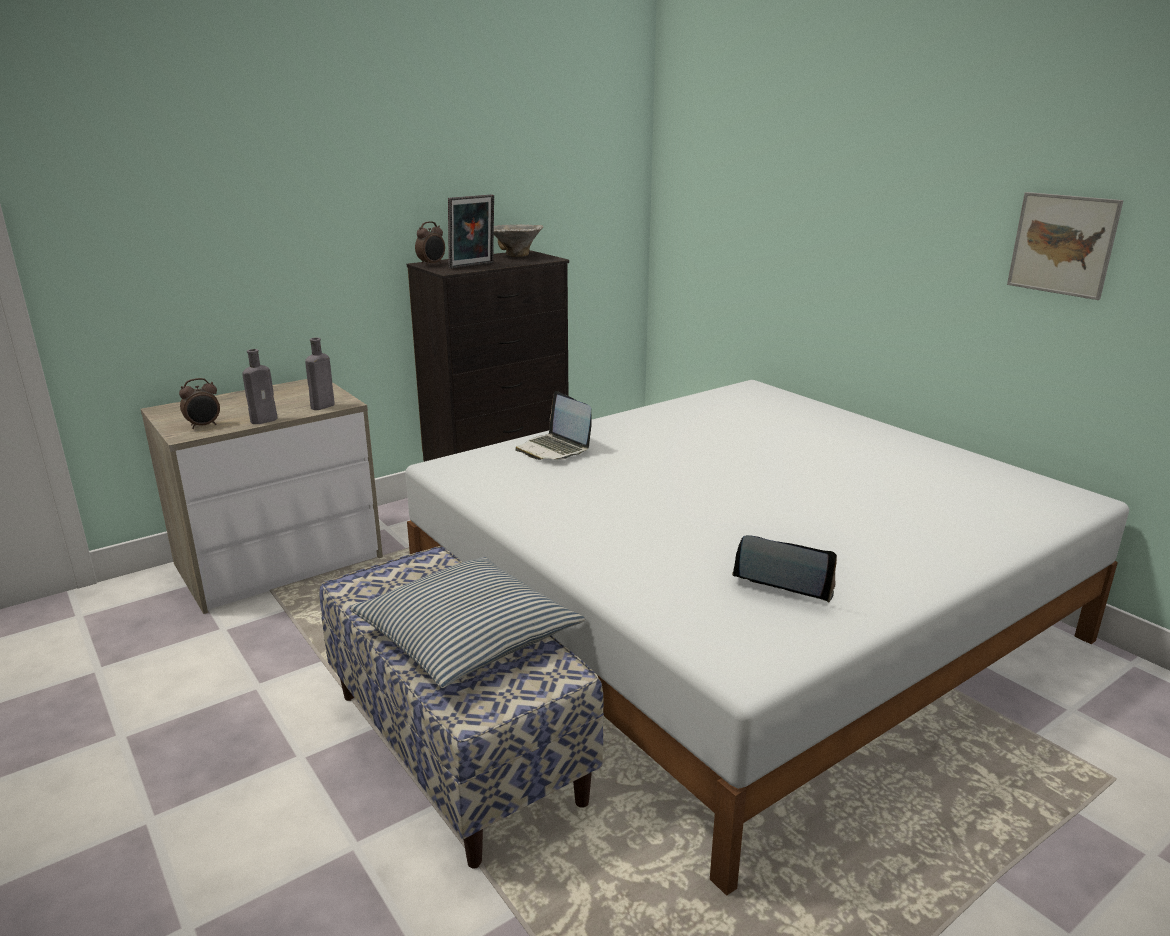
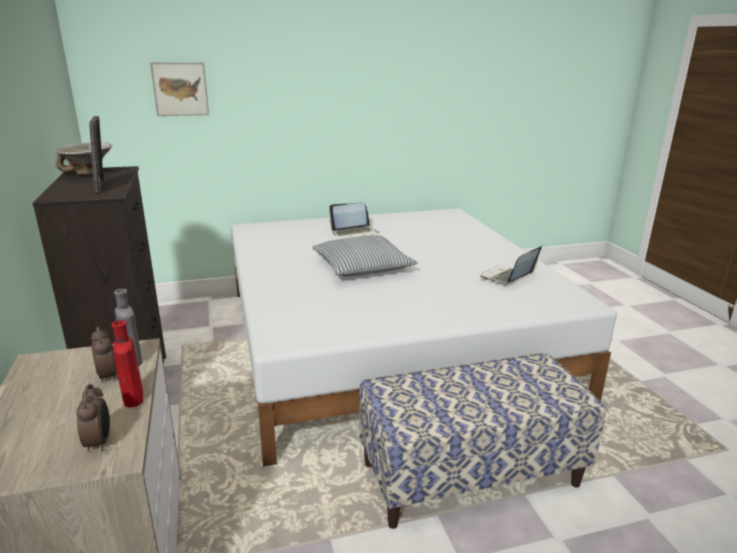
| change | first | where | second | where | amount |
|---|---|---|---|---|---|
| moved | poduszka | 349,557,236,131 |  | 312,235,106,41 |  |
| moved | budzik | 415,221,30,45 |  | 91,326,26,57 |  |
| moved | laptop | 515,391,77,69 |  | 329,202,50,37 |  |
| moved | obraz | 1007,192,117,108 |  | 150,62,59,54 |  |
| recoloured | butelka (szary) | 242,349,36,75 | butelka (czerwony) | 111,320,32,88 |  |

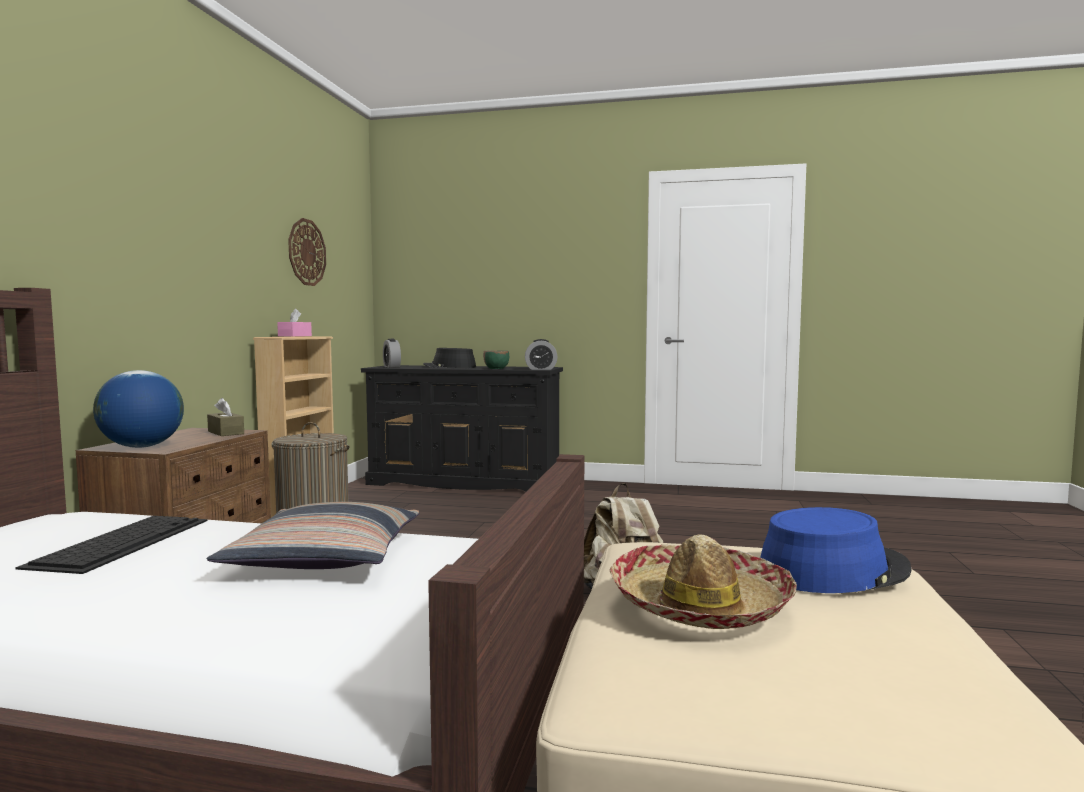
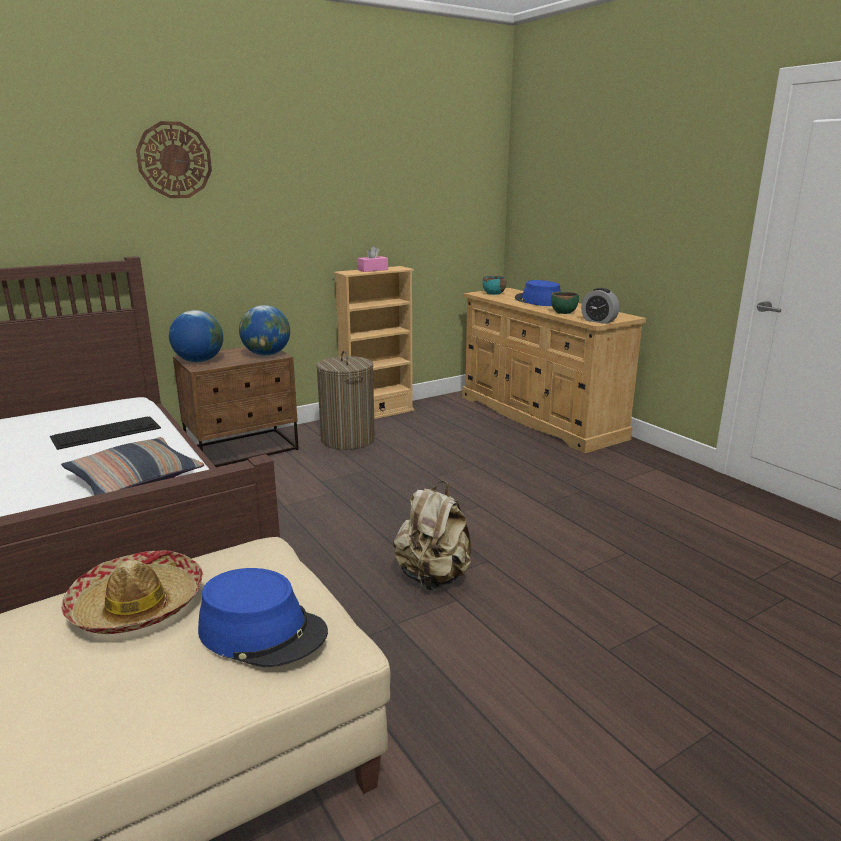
| change | first | where | second | where | amount |
|---|---|---|---|---|---|
| moved | zegar ścienny | 288,218,38,68 |  | 136,121,76,77 |  |
| replaced | pudełko chusteczek (brązowy) | 207,398,37,38 | globus | 239,305,51,51 |  |
| replaced | budzik | 383,339,18,29 | miska (turkusowy) | 482,276,24,19 |  |
| recoloured | komoda (czarny) | 361,365,202,127 | komoda (beżowy) | 462,288,184,166 |  |
| recoloured | kapelusz (czarny) | 423,348,53,20 | kapelusz (niebieski) | 515,280,46,26 |  |

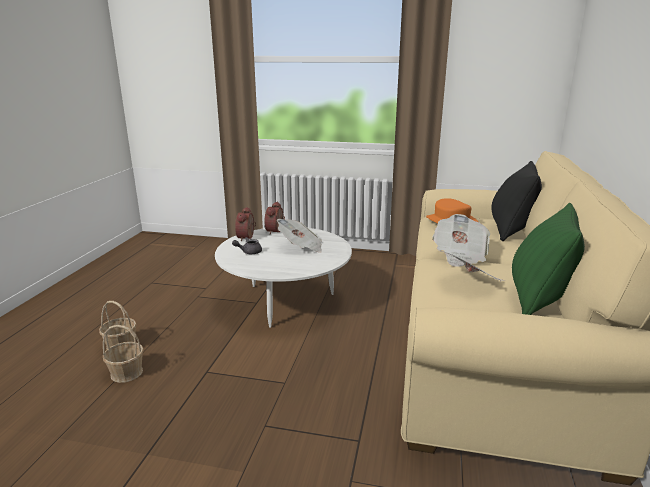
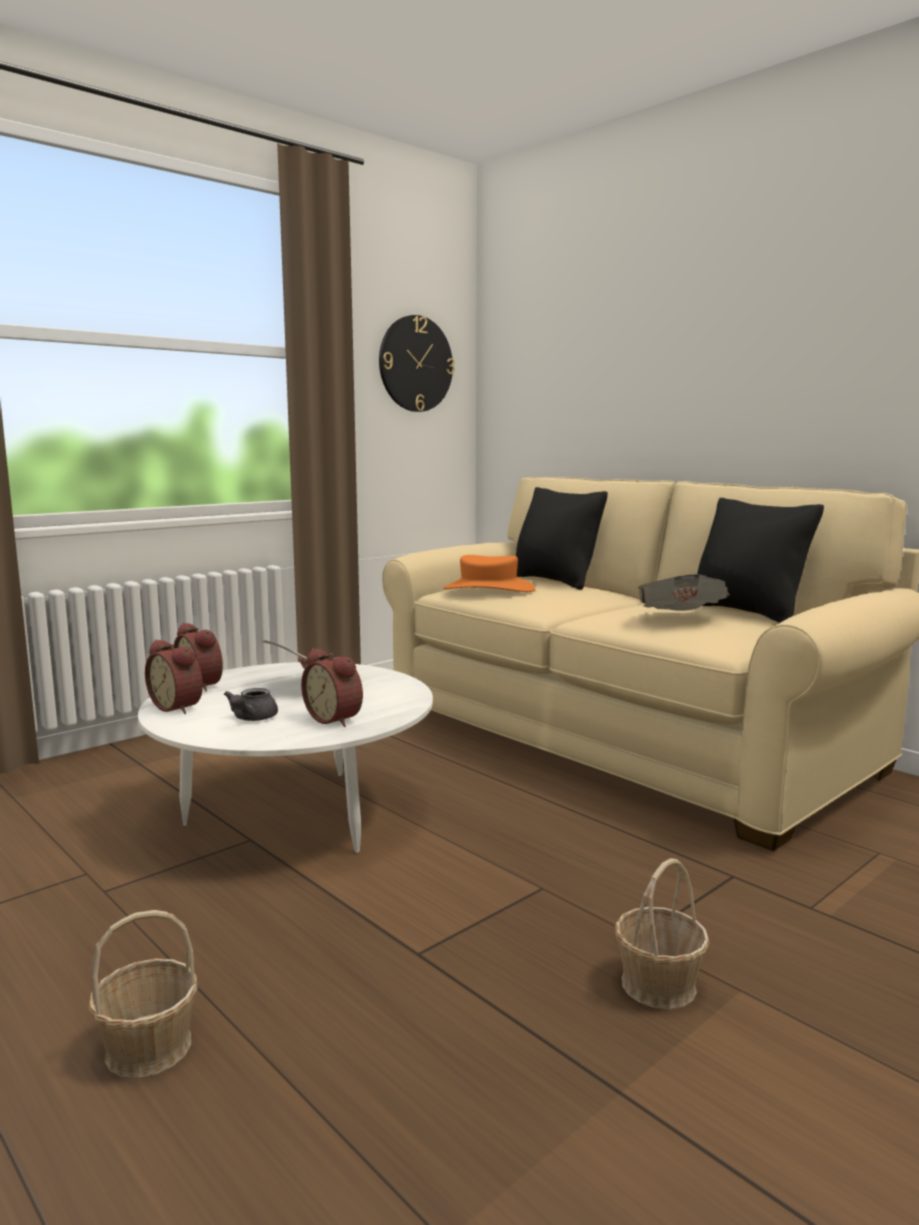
| change | first | where | second | where | amount |
|---|---|---|---|---|---|
| removed | gazeta | 432,214,58,53 |  |  |  |
| added |  |  | budzik | 301,648,62,79 |  |
| added |  |  | zegar ścienny | 379,315,76,97 |  |
| moved | koszyk | 103,325,41,58 |  | 615,858,94,151 |  |
| recoloured | poduszka (zielony) | 512,203,73,112 | poduszka (czarny) | 697,498,127,125 |  |

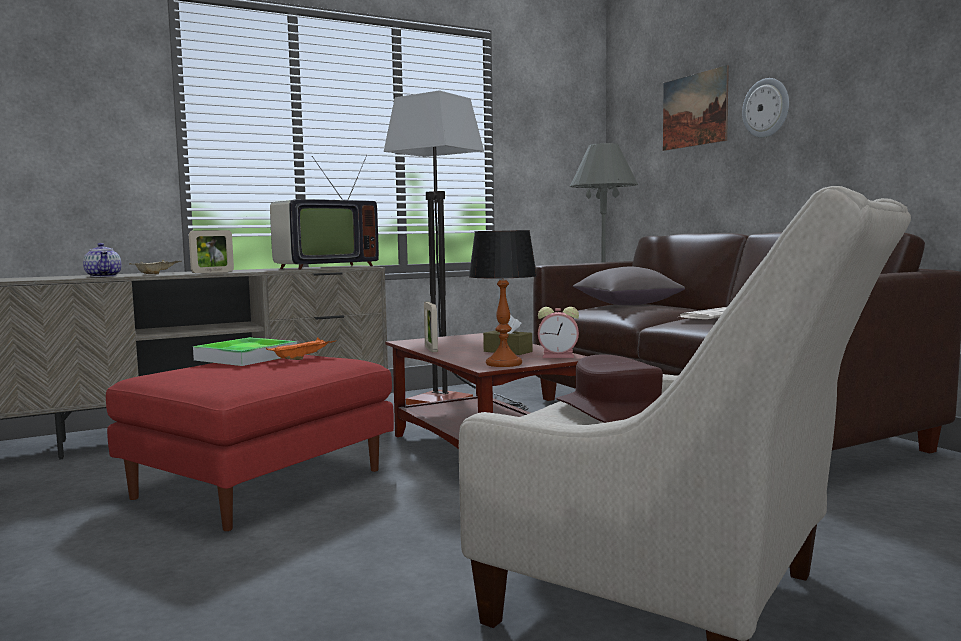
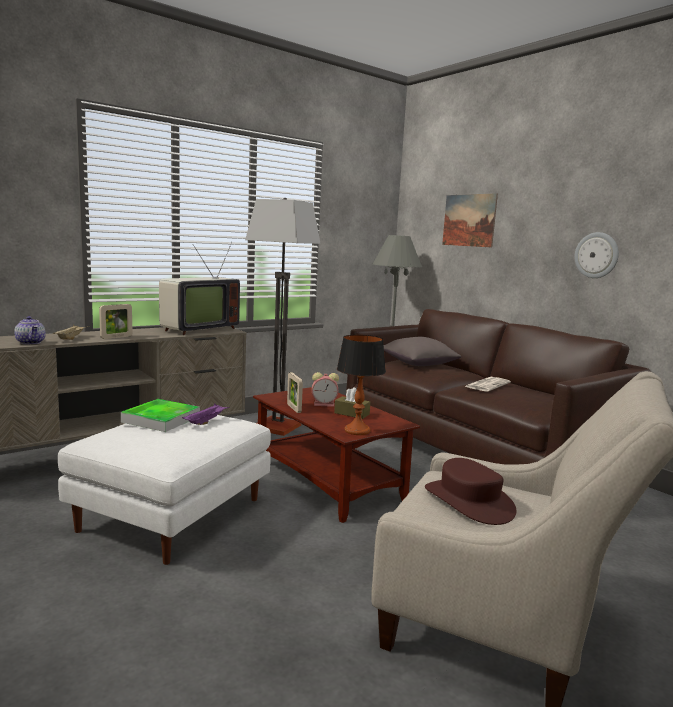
| change | first | where | second | where | amount |
|---|---|---|---|---|---|
| moved | budzik | 538,307,41,51 |  | 312,372,27,35 |  |
| moved | zegar ścienny | 742,78,47,60 |  | 574,232,45,46 |  |
| recoloured | pufa (czerwony) | 106,355,288,176 | pufa (biały) | 58,415,213,150 |  |
| recoloured | taca (pomarańczowy) | 266,337,70,23 | taca (fioletowy) | 182,403,48,22 |  |

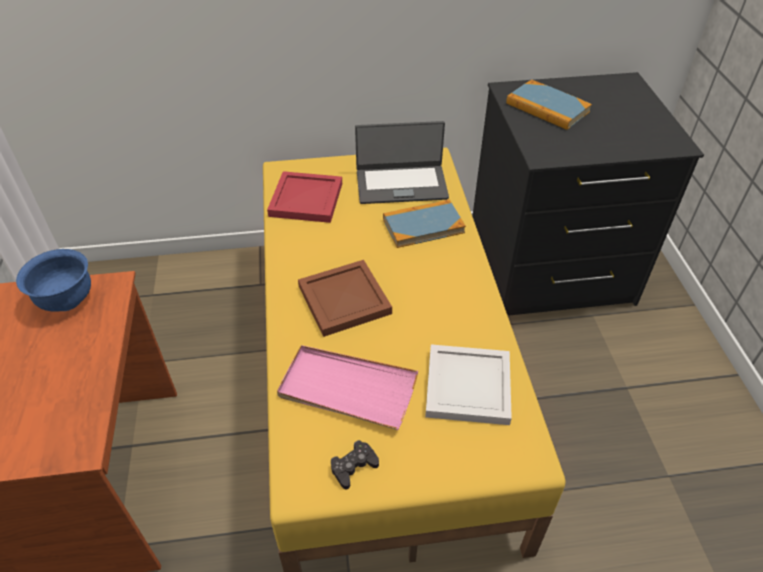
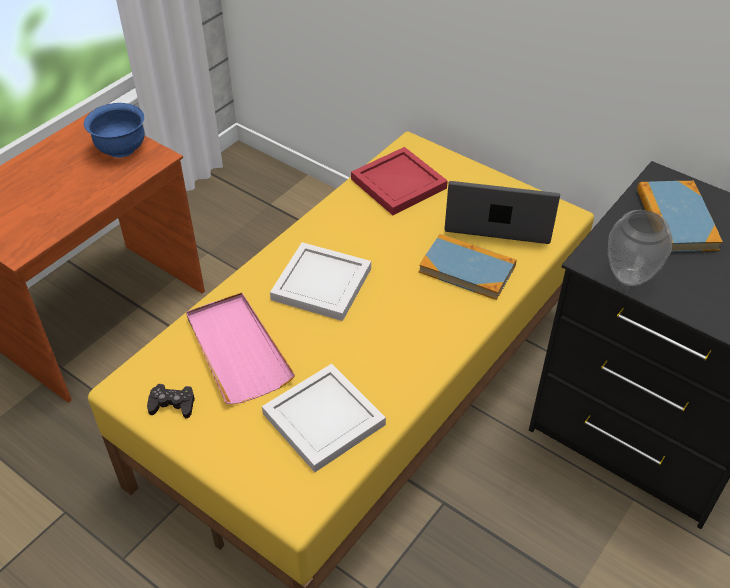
| change | first | where | second | where | amount |
|---|---|---|---|---|---|
| added |  |  | wazon | 608,210,64,76 |  |
| recoloured | taca (brązowy) | 298,260,94,77 | taca (biały) | 270,242,101,79 |  |
| turned | laptop | 355,121,94,83 |  | 444,181,116,63 | 150 degrees clockwise |

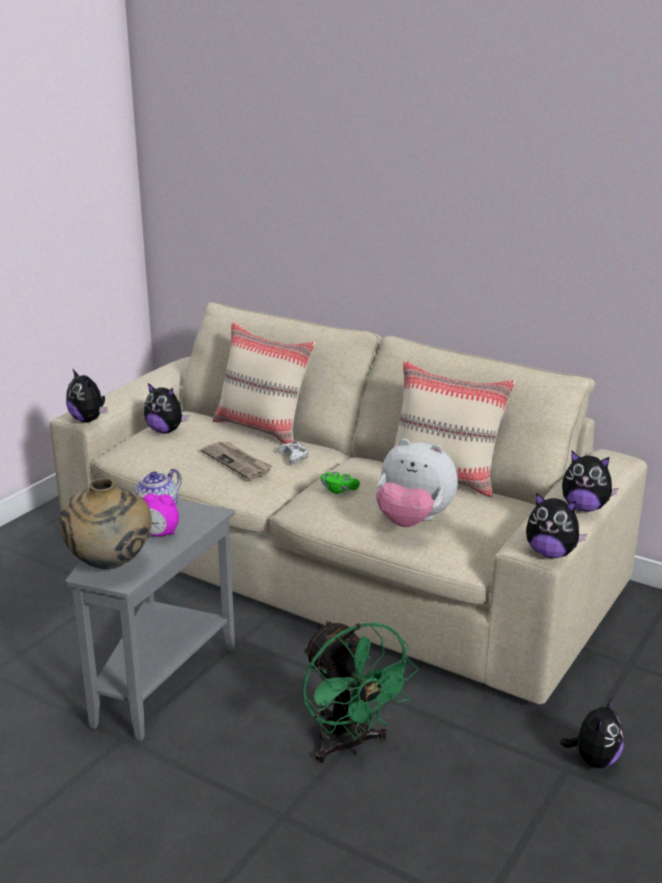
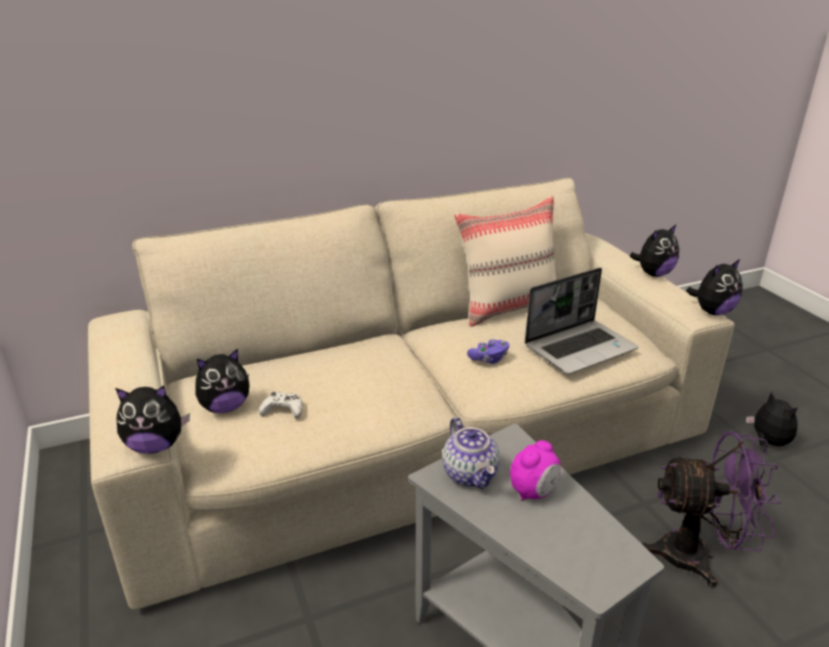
| change | first | where | second | where | amount |
|---|---|---|---|---|---|
| removed | wazon (beżowy) | 60,478,92,91 |  |  |  |
| removed | gazeta | 201,442,72,38 |  |  |  |
| removed | poduszka (beżowy) | 213,322,102,122 |  |  |  |
| moved | pad do gier (biały) | 277,441,31,23 |  | 259,392,43,27 |  |
| replaced | pluszak | 376,438,82,89 | laptop | 525,268,113,106 |  |
| recoloured | wentylator (zielony) | 302,620,116,143 | wentylator (fioletowy) | 641,431,140,157 |  |
| recoloured | pad do gier (zielony) | 320,472,40,22 | pad do gier (fioletowy) | 467,339,42,25 |  |

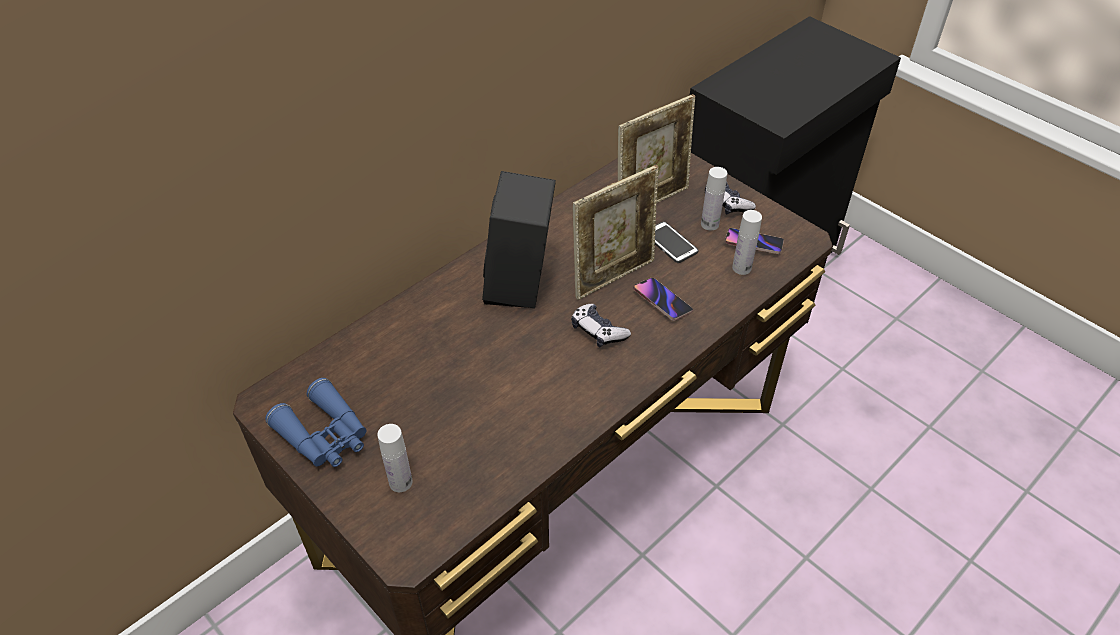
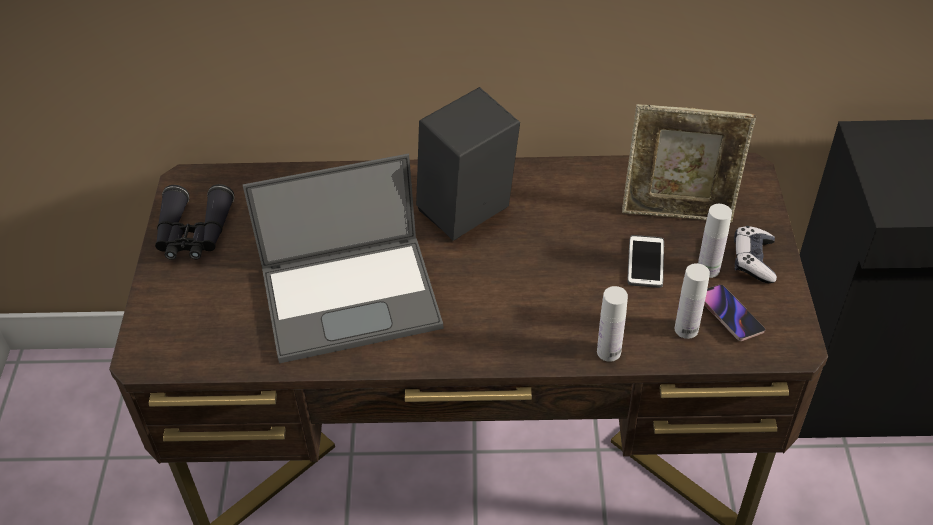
| change | first | where | second | where | amount |
|---|---|---|---|---|---|
| removed | pad do gier | 571,304,60,43 |  |  |  |
| removed | ramka na zdjęcie | 573,165,86,135 |  |  |  |
| removed | telefon | 634,278,59,43 |  |  |  |
| added |  |  | laptop | 243,154,201,209 |  |
| moved | butelka (biały) | 377,424,36,68 |  | 597,286,31,76 |  |
| recoloured | lornetka (niebieski) | 265,378,102,89 | lornetka (czarny) | 155,184,79,76 |  |

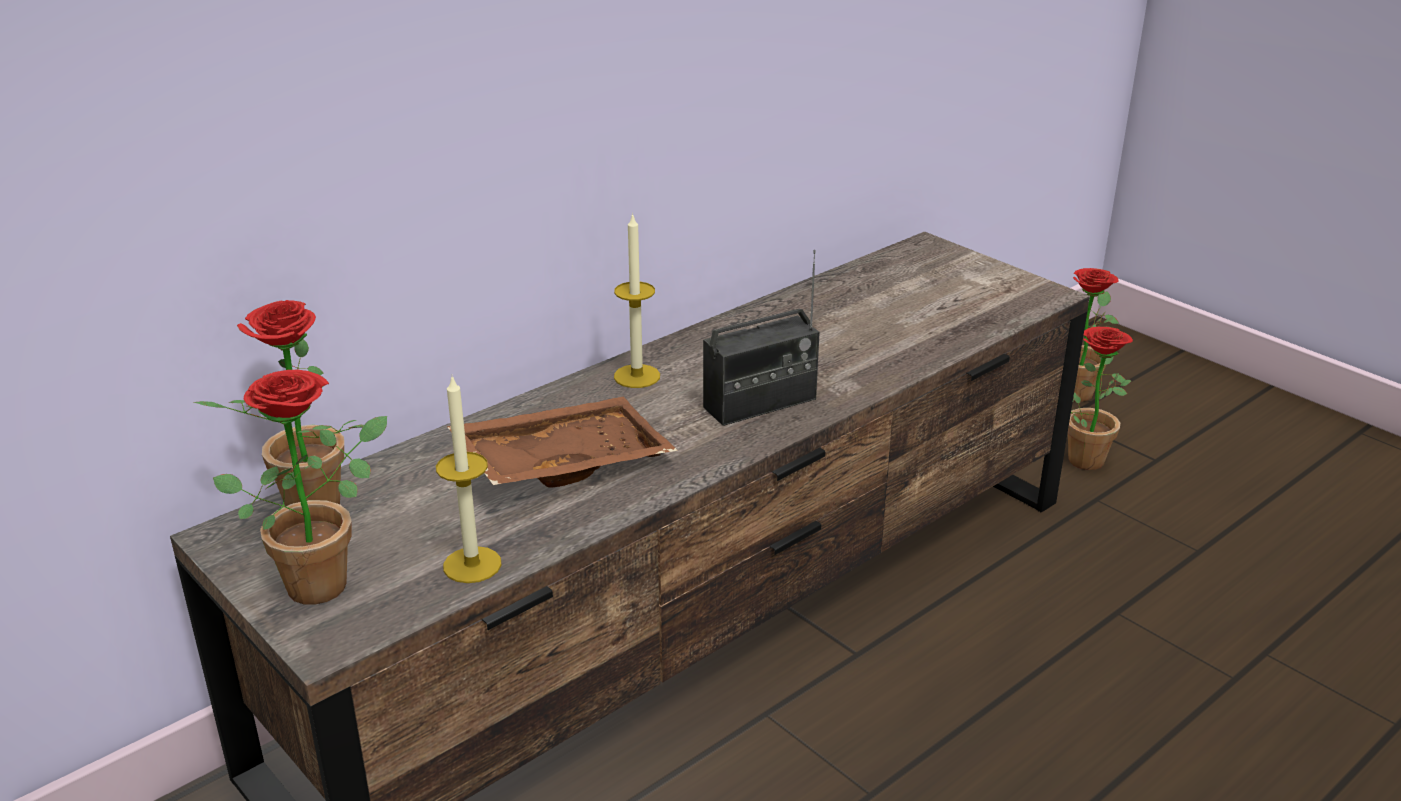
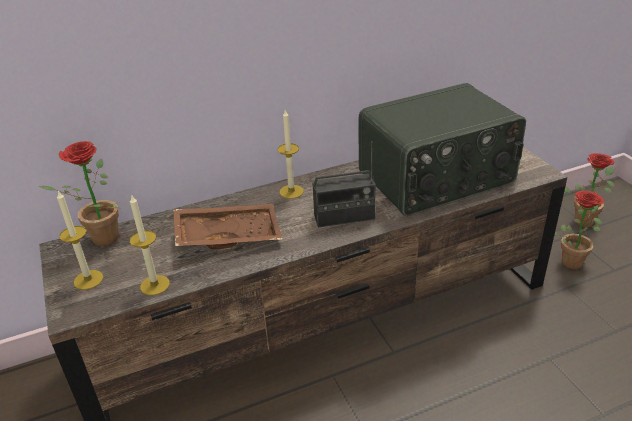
| change | first | where | second | where | amount |
|---|---|---|---|---|---|
| added |  |  | radio | 359,83,167,133 |  |
| replaced | roślina doniczkowa | 213,370,174,235 | świeca | 57,191,46,99 |  |

